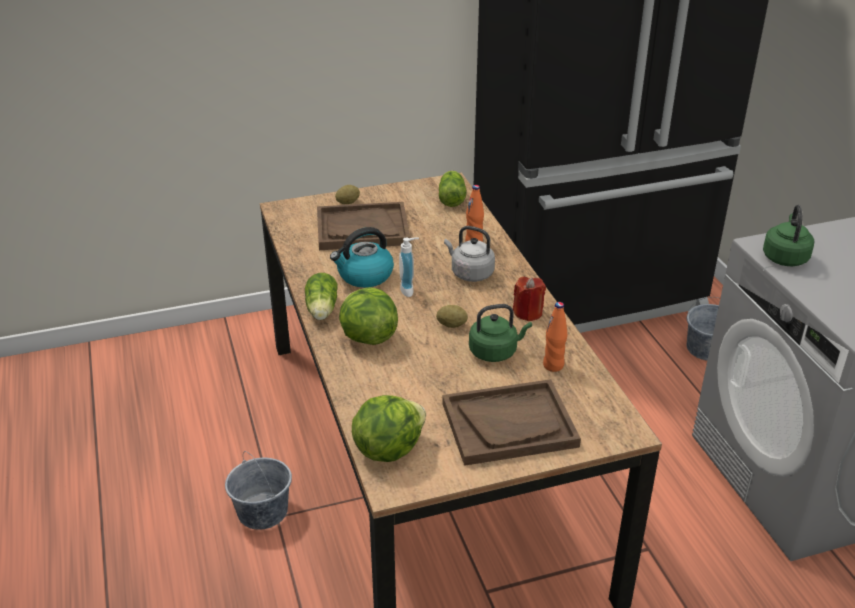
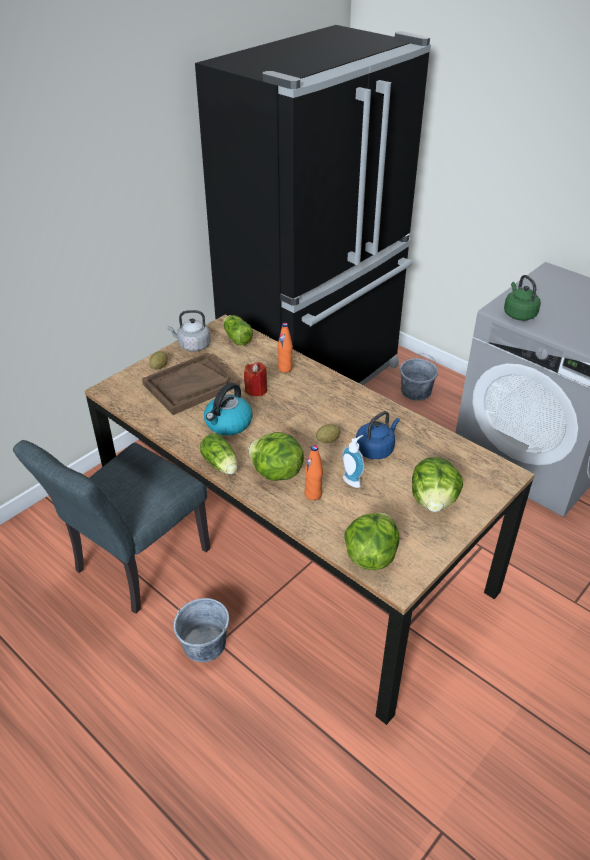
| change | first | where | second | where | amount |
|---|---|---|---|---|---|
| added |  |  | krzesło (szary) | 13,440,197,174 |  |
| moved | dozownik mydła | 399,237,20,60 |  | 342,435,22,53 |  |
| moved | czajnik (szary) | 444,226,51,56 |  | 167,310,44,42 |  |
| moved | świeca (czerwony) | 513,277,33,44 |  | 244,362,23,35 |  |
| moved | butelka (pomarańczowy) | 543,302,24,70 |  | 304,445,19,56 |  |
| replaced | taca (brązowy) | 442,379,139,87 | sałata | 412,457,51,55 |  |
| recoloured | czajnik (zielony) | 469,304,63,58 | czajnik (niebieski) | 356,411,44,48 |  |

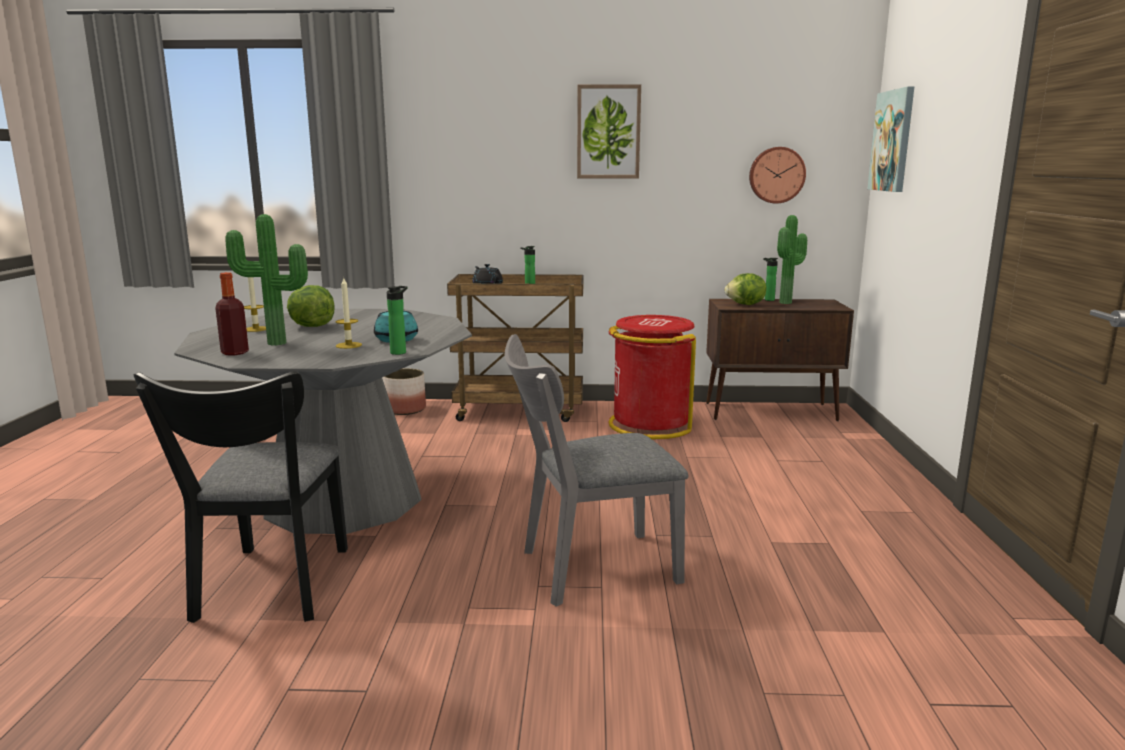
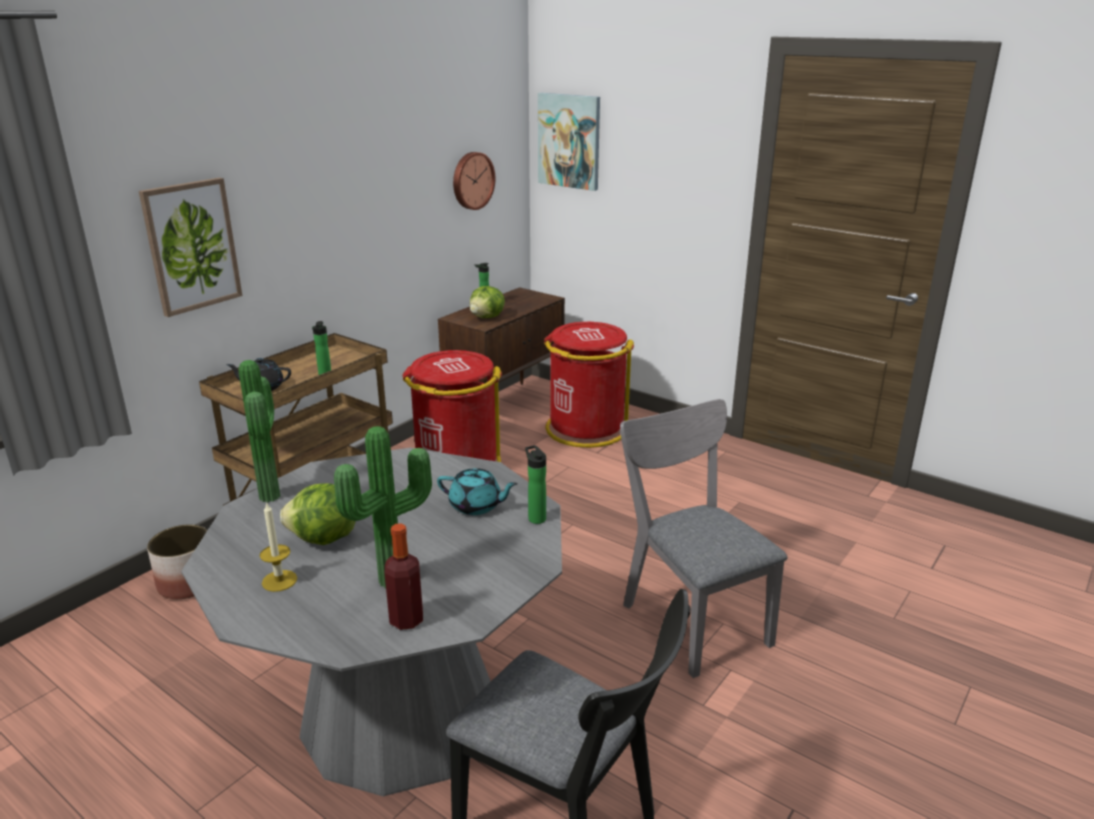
| change | first | where | second | where | amount |
|---|---|---|---|---|---|
| removed | świeca | 336,278,26,71 |  |  |  |
| added |  |  | kosz na śmieci (czerwony) | 544,322,90,126 |  |
| moved | obraz | 577,84,64,94 |  | 139,178,103,139 |  |
| moved | roślina doniczkowa | 777,215,30,89 |  | 239,360,41,142 |  |
| turned | krzesło (szary) | 505,334,183,273 |  | 620,399,167,279 | 135 degrees clockwise |

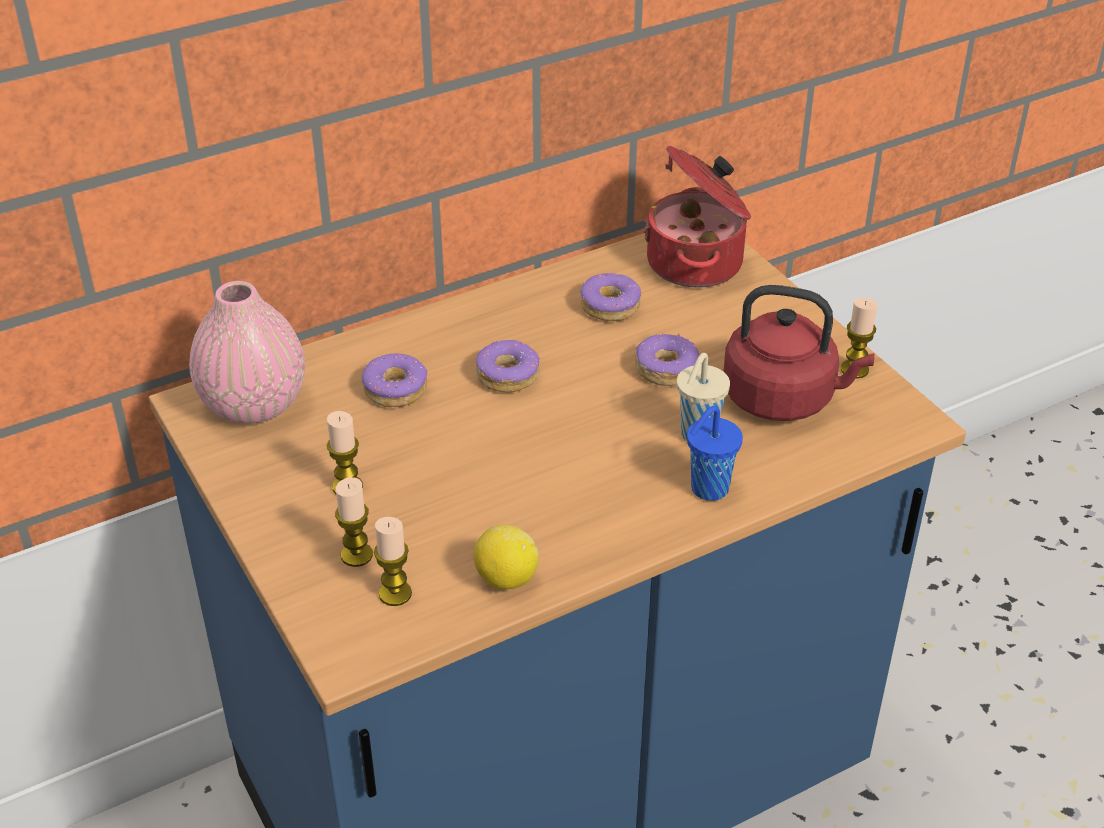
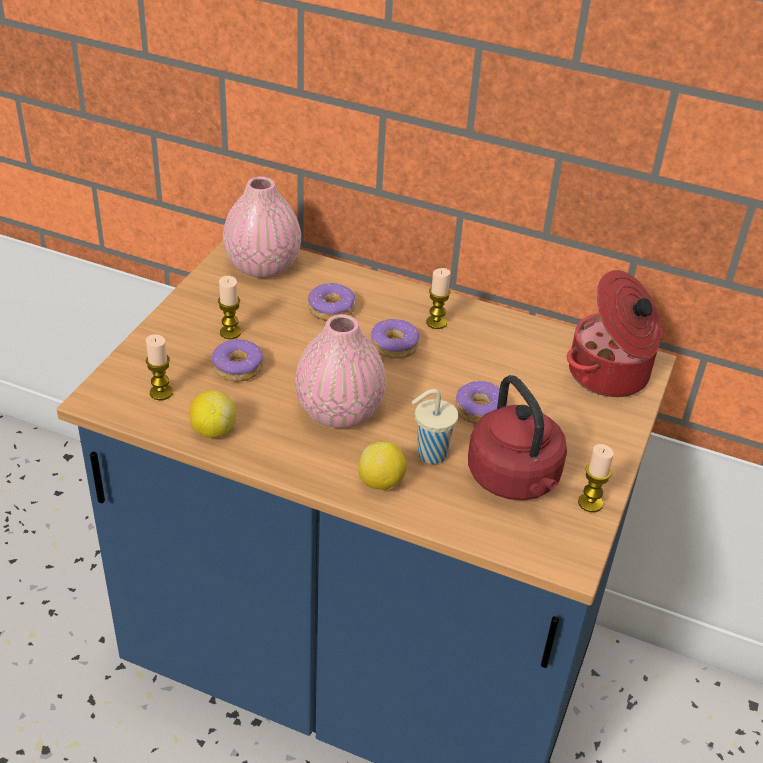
| change | first | where | second | where | amount |
|---|---|---|---|---|---|
| added |  |  | wazon (różowy) | 295,314,91,114 |  |
| moved | świeca | 335,477,38,90 |  | 426,268,25,61 |  |
| moved | donut | 580,273,61,48 |  | 212,339,52,43 |  |
| replaced | filiżanka (niebieski) | 687,406,56,95 | cytryna | 358,442,49,48 |  |

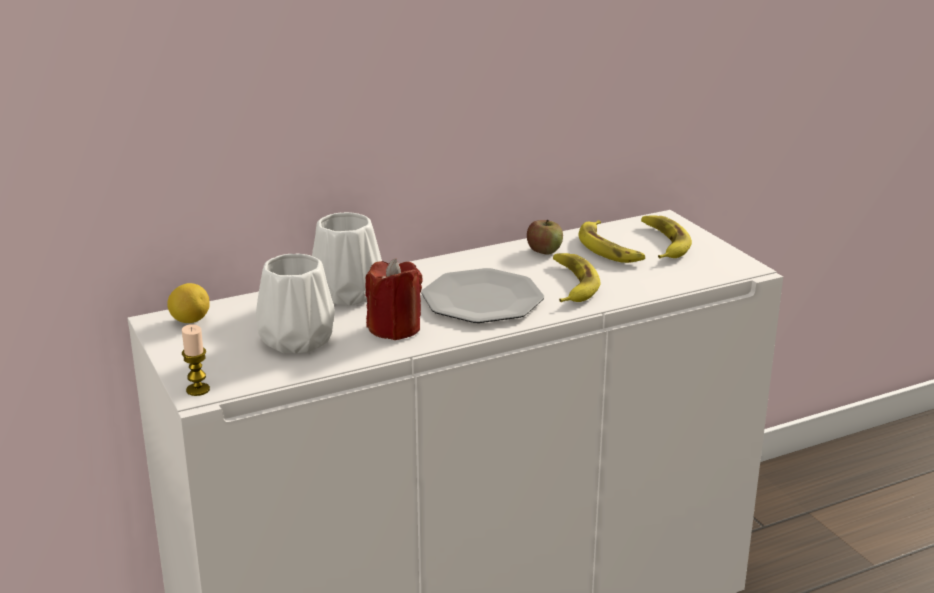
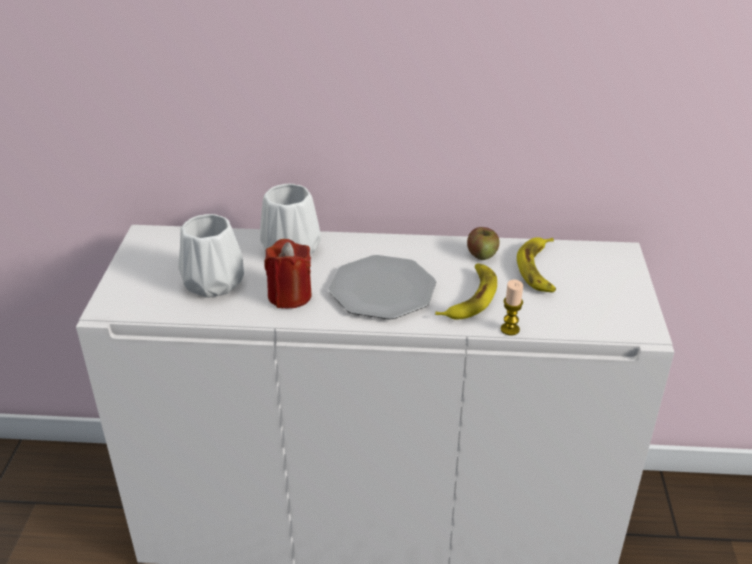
| change | first | where | second | where | amount |
|---|---|---|---|---|---|
| removed | cytryna | 167,283,43,40 |  |  |  |
| removed | banan | 641,215,51,43 |  |  |  |
| moved | świeca | 182,324,28,72 |  | 501,280,22,55 |  |

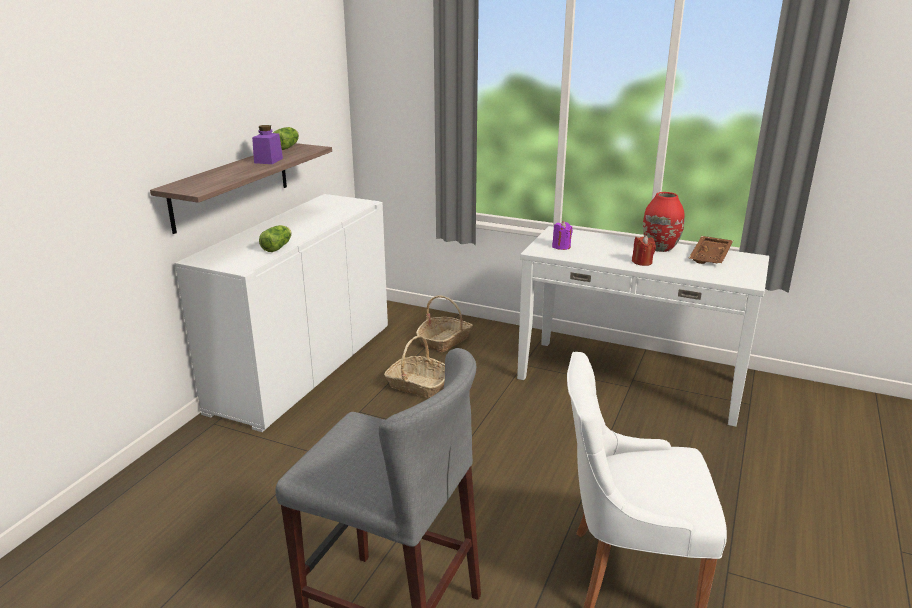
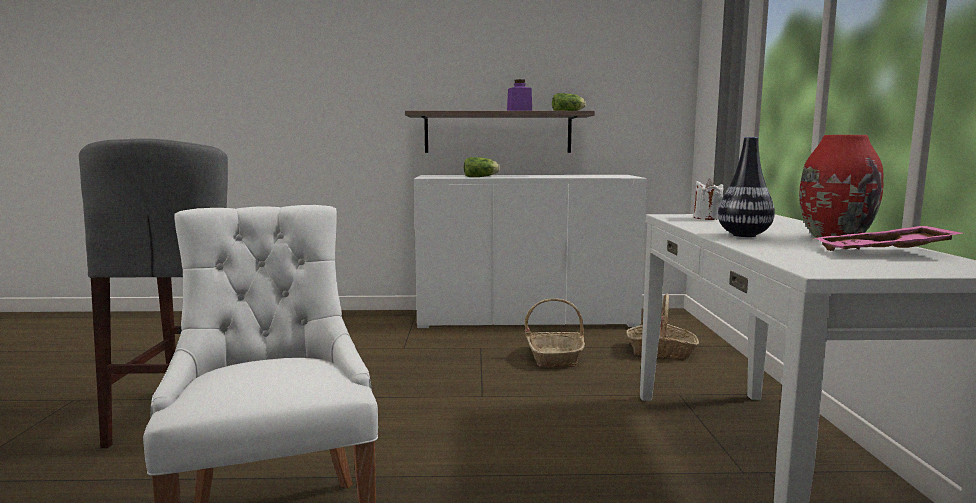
| change | first | where | second | where | amount |
|---|---|---|---|---|---|
| replaced | świeca (czerwony) | 632,235,24,31 | wazon | 718,137,57,100 |  |
| recoloured | świeca (fioletowy) | 552,221,21,29 | świeca (biały) | 693,179,31,41 |  |
| recoloured | taca (brązowy) | 689,236,44,28 | taca (różowy) | 814,226,151,25 |  |

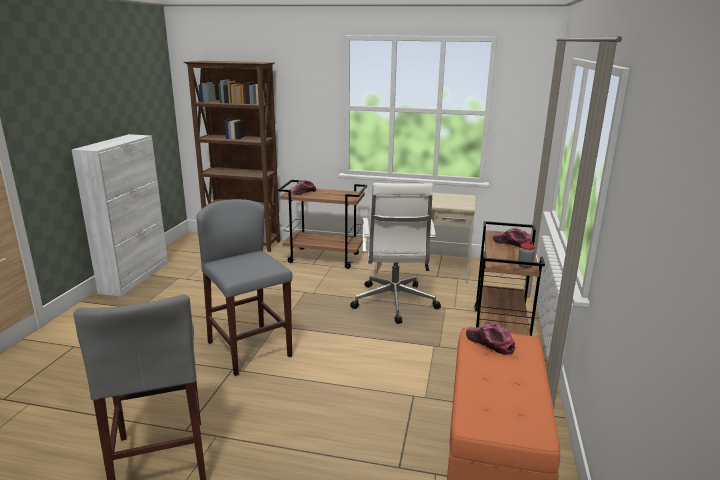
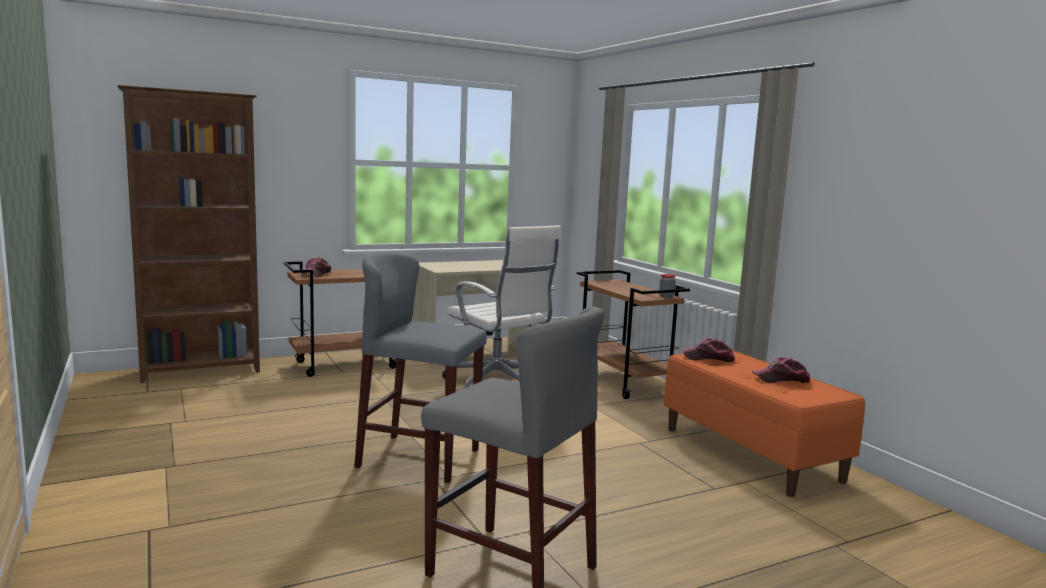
| change | first | where | second | where | amount |
|---|---|---|---|---|---|
| removed | szafka (biały) | 72,134,96,163 |  |  |  |
| moved | czapka z daszkiem | 493,228,40,20 |  | 753,357,57,26 |  |

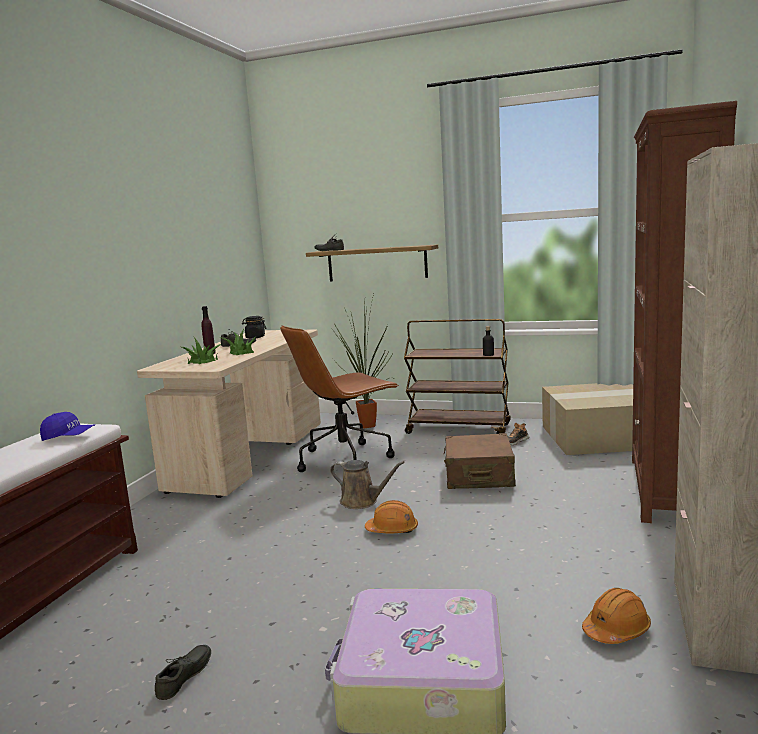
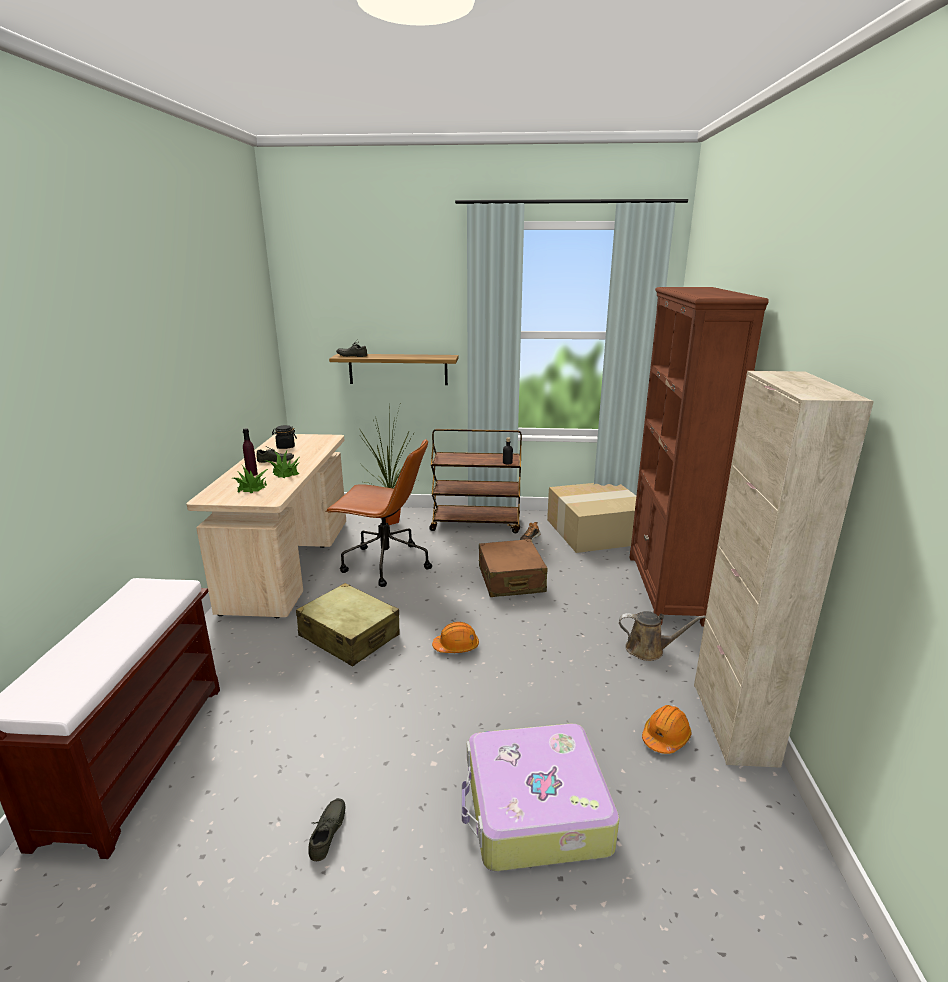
| change | first | where | second | where | amount |
|---|---|---|---|---|---|
| removed | czapka z daszkiem (niebieski) | 40,412,55,29 |  |  |  |
| added |  |  | walizka (beżowy) | 296,583,103,84 |  |
| moved | konewka (brązowy) | 330,460,75,49 |  | 619,611,87,50 |  |
| turned | krzesło biurowe (brązowy) | 280,325,119,147 |  | 326,438,106,149 | 120 degrees counterclockwise |

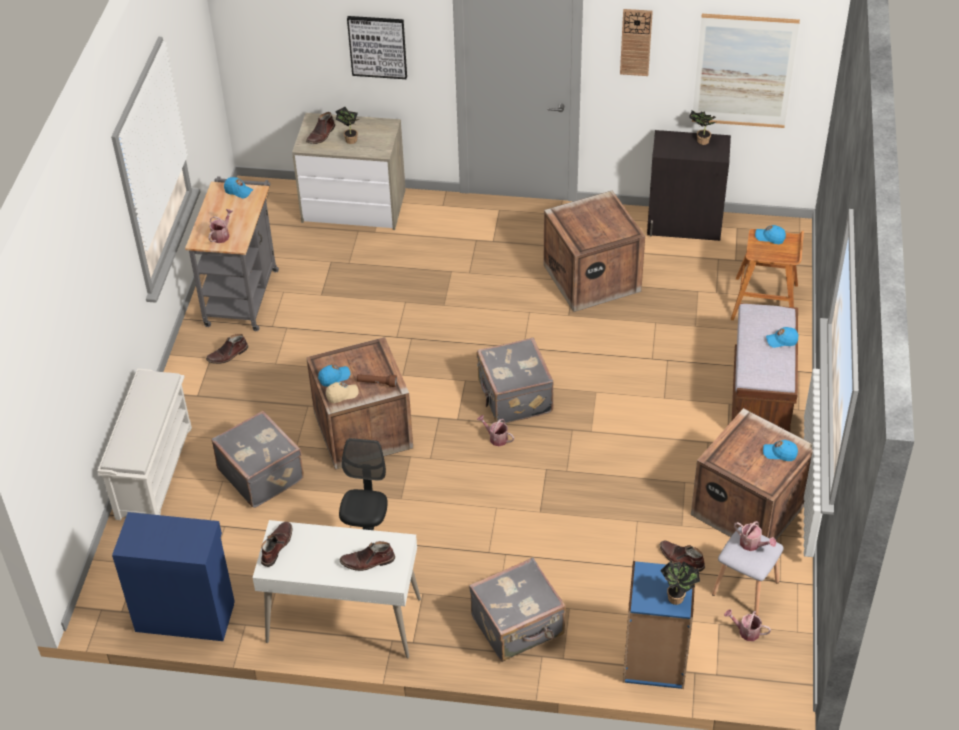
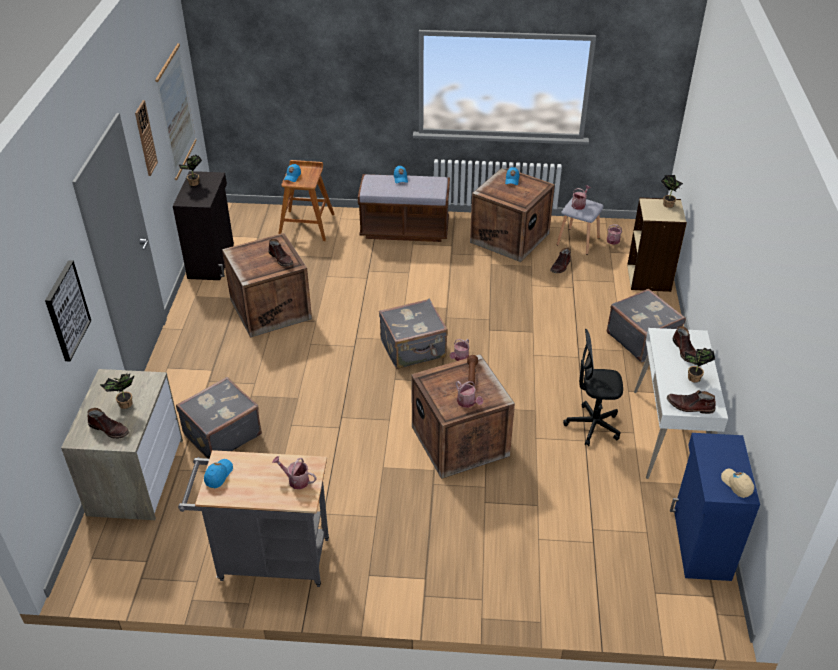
| change | first | where | second | where | amount |
|---|---|---|---|---|---|
| removed | regał na buty (biały) | 98,369,94,151 |  |  |  |
| added |  |  | roślina doniczkowa | 684,347,31,36 |  |
| moved | but z cholewką (brązowy) | 206,334,42,30 |  | 269,239,24,27 |  |
| moved | walizka (szary) | 212,411,92,97 |  | 176,377,86,82 |  |
| moved | czapka z daszkiem (beżowy) | 326,382,33,21 |  | 721,469,33,29 |  |
| replaced | czapka z daszkiem (niebieski) | 318,365,32,22 | konewka | 456,381,27,27 |  |
| recoloured | regał (niebieski) | 623,561,73,128 | regał (beżowy) | 627,197,60,95 |  |

